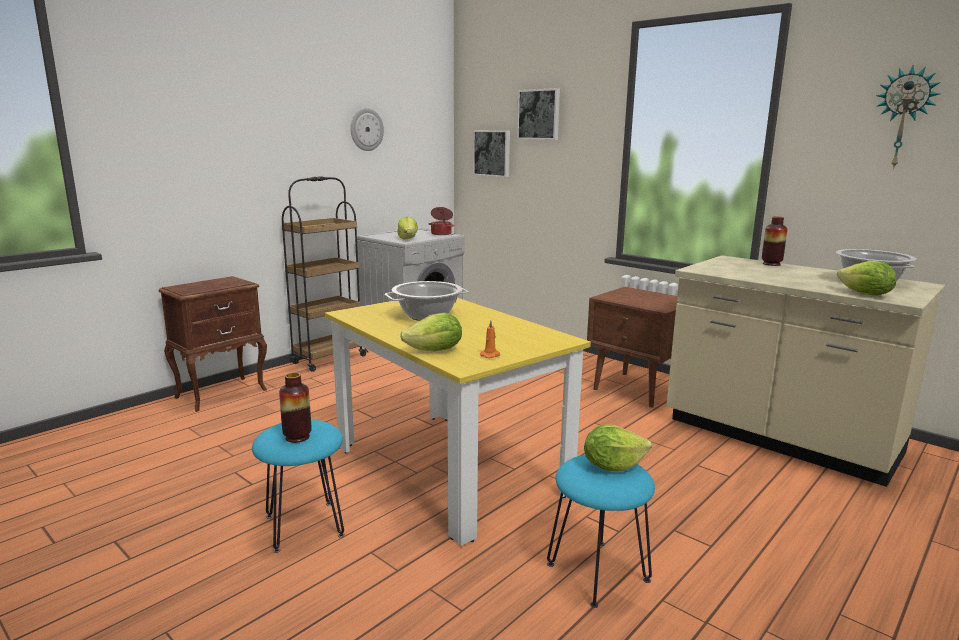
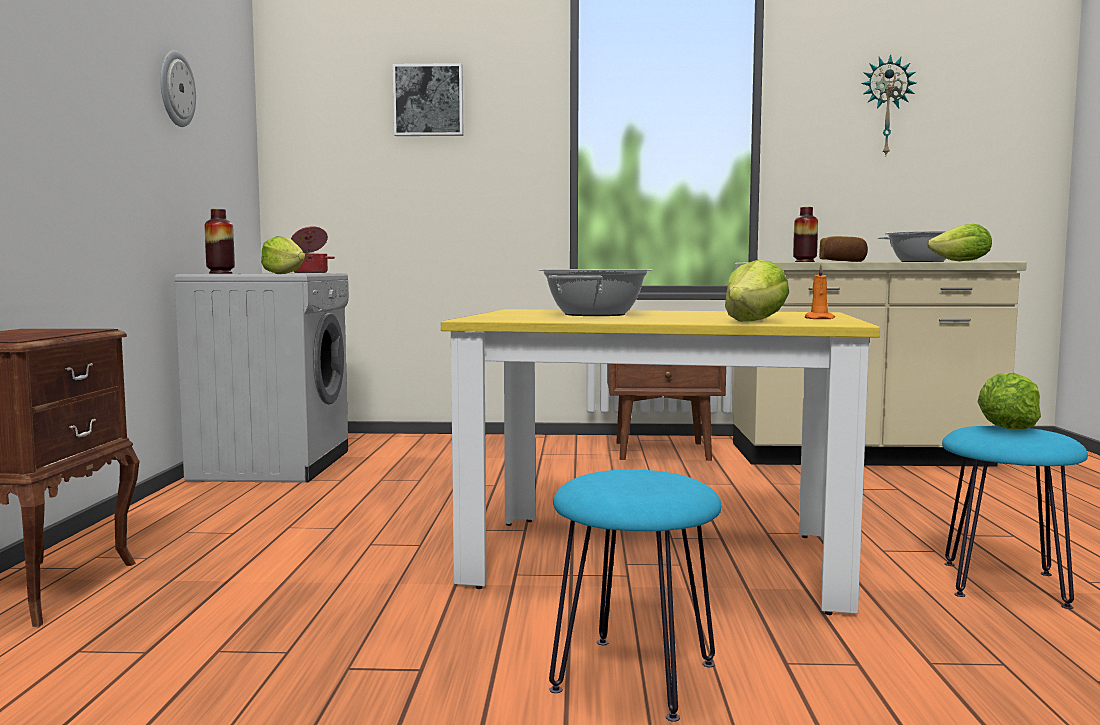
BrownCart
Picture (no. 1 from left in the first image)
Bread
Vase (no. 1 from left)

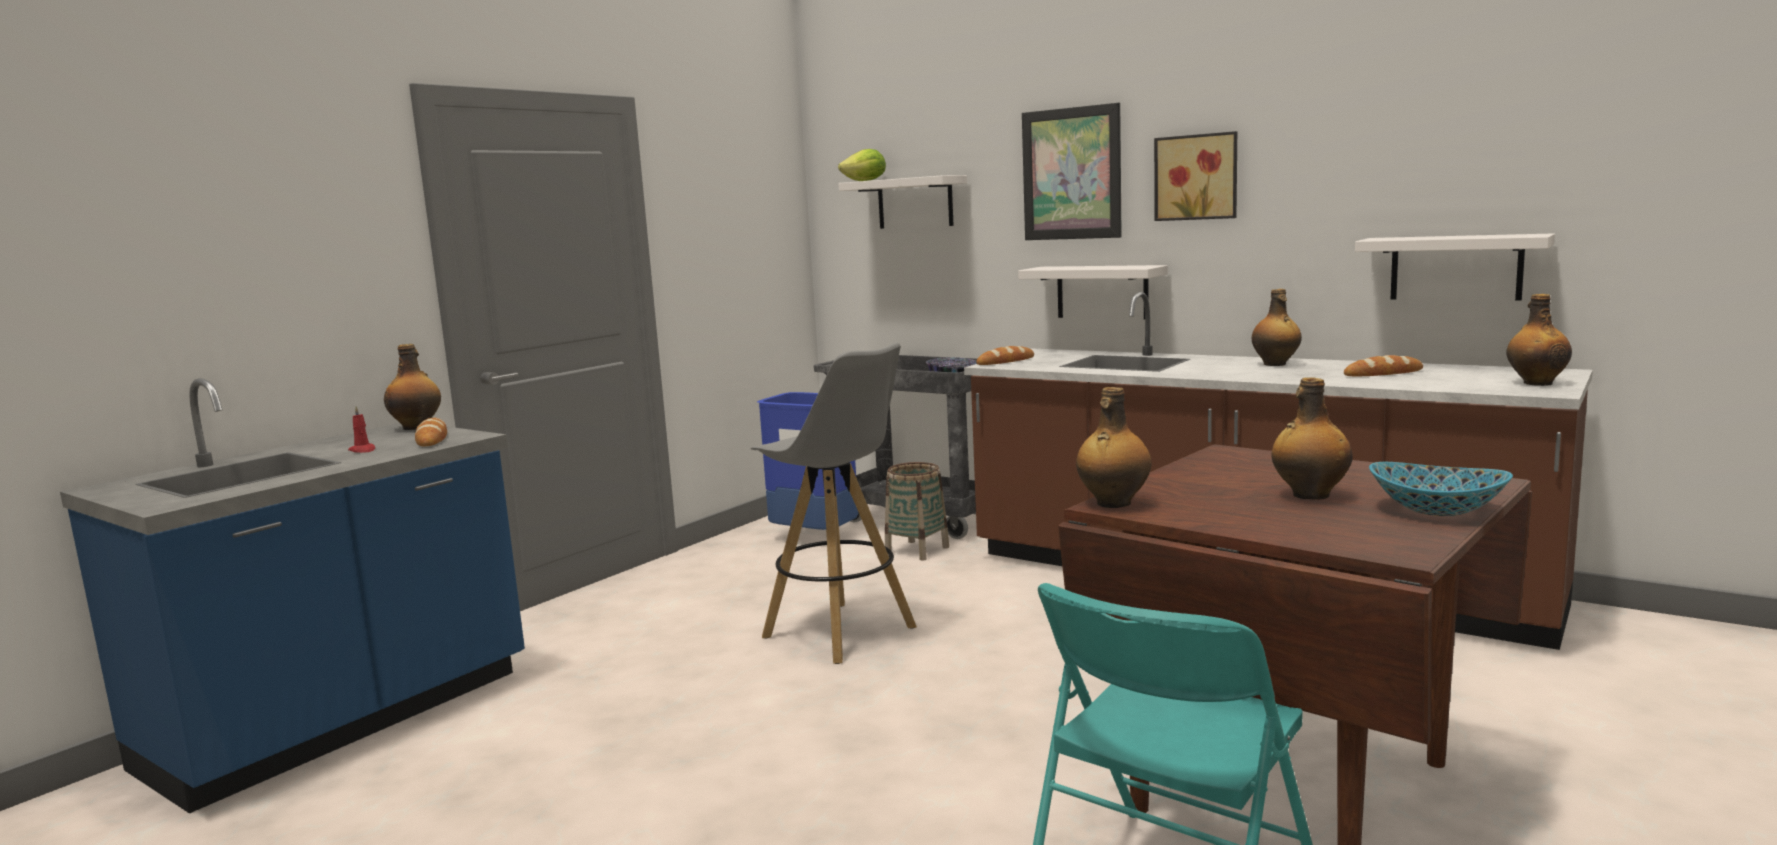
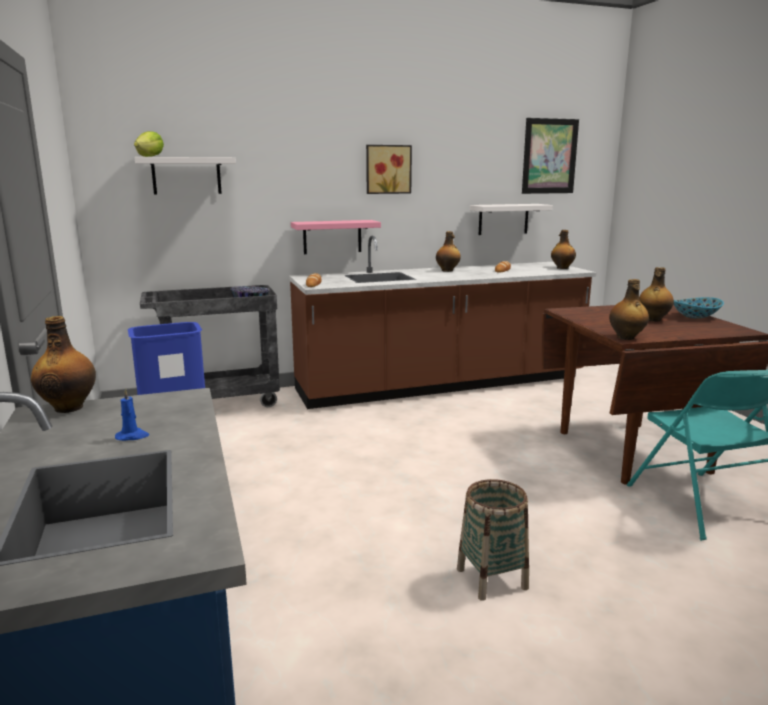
Bread (no. 1 from left in the first image)
GreyStool
Basket
Picture (no. 2 from left)
BlueCandle
PinkShelf

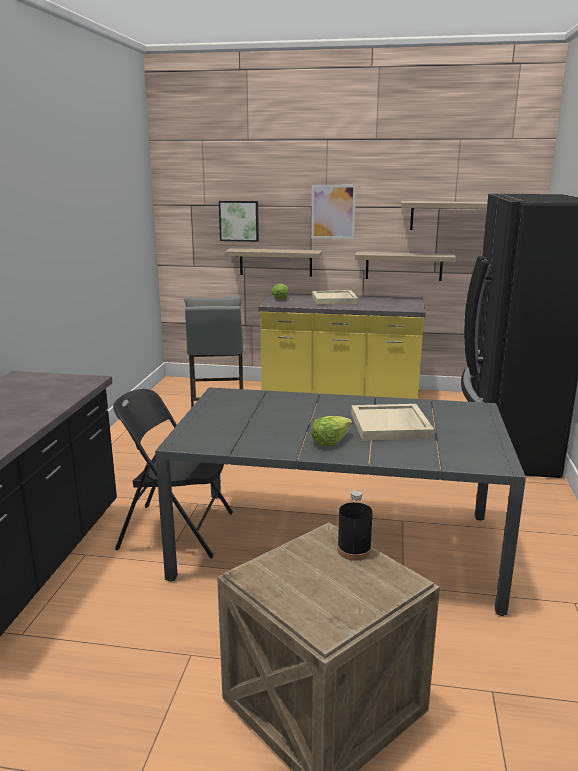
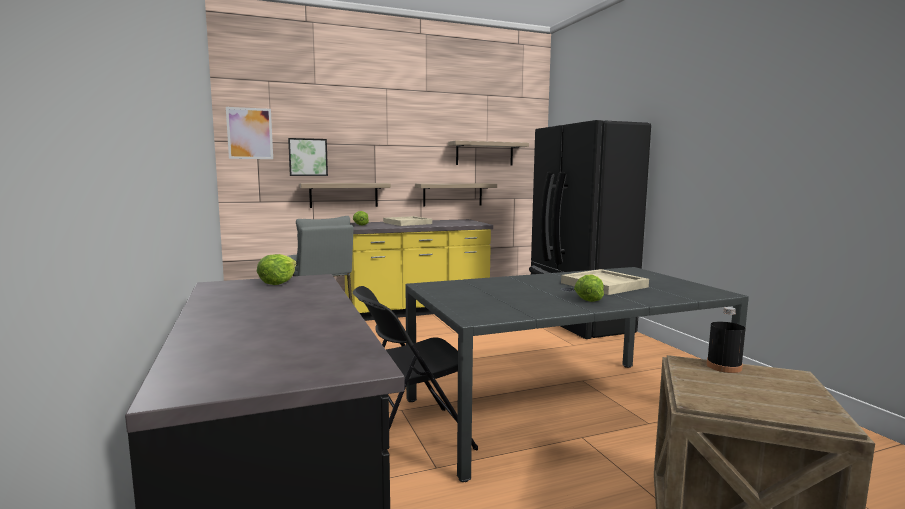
Lettuce (no. 1 from left)
Picture (no. 1 from left)

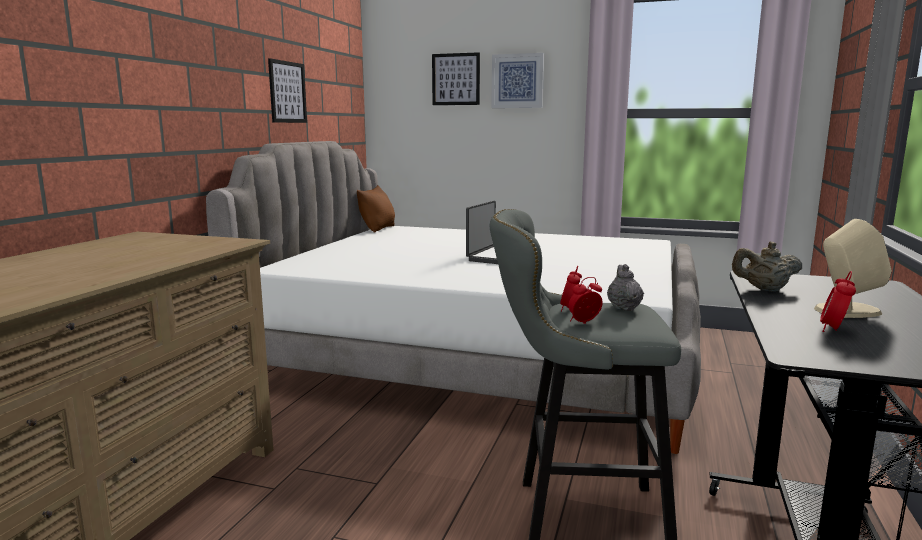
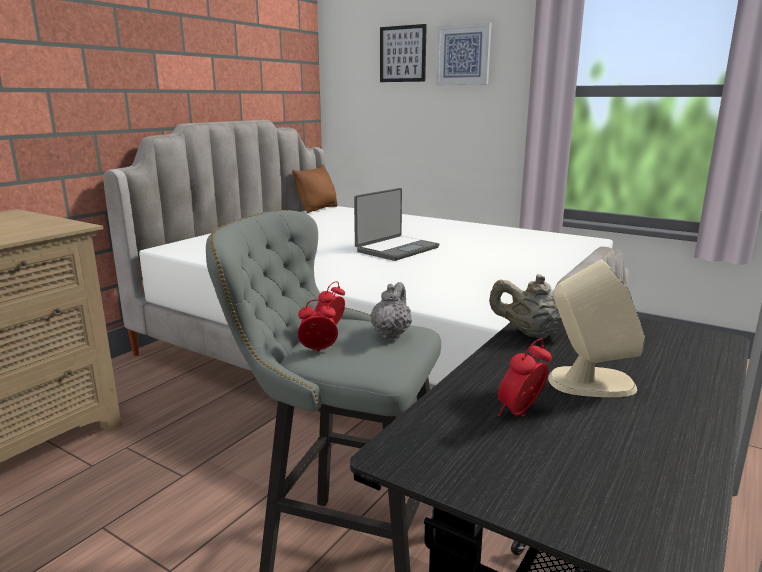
Picture (no. 1 from left in the first image)

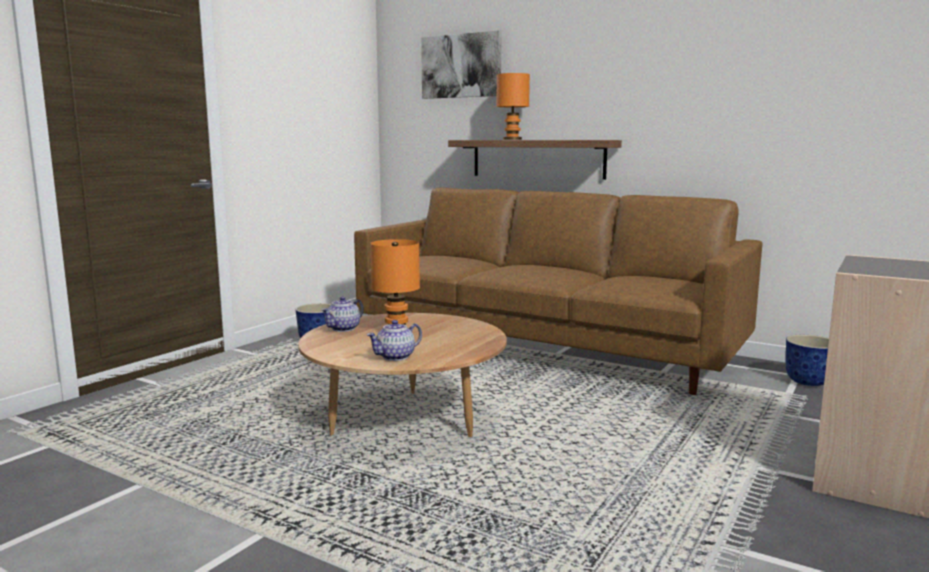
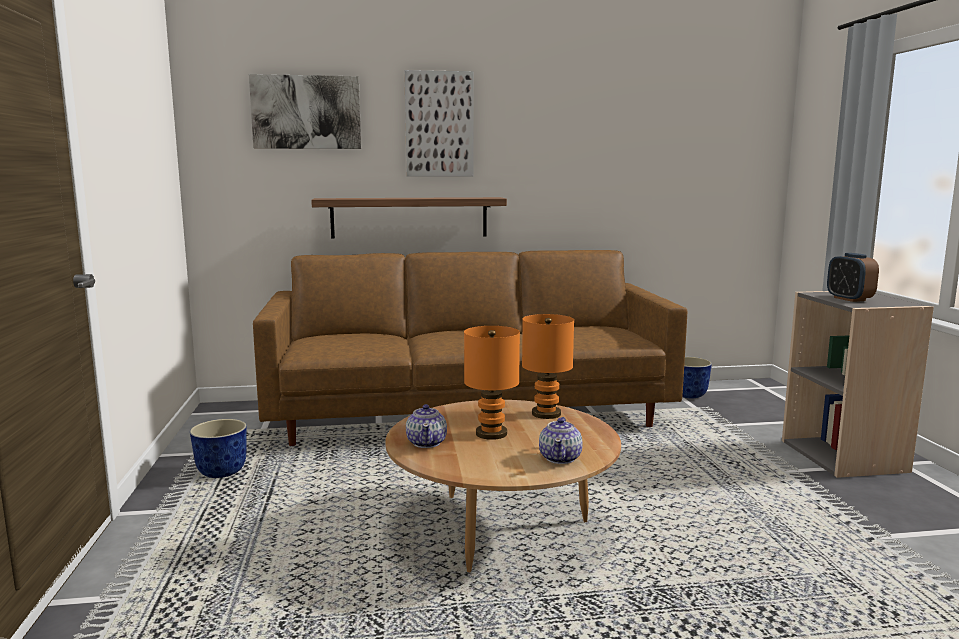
Picture (no. 2 from left)
AlarmClock
OrangeTableLamp (no. 2 from left)

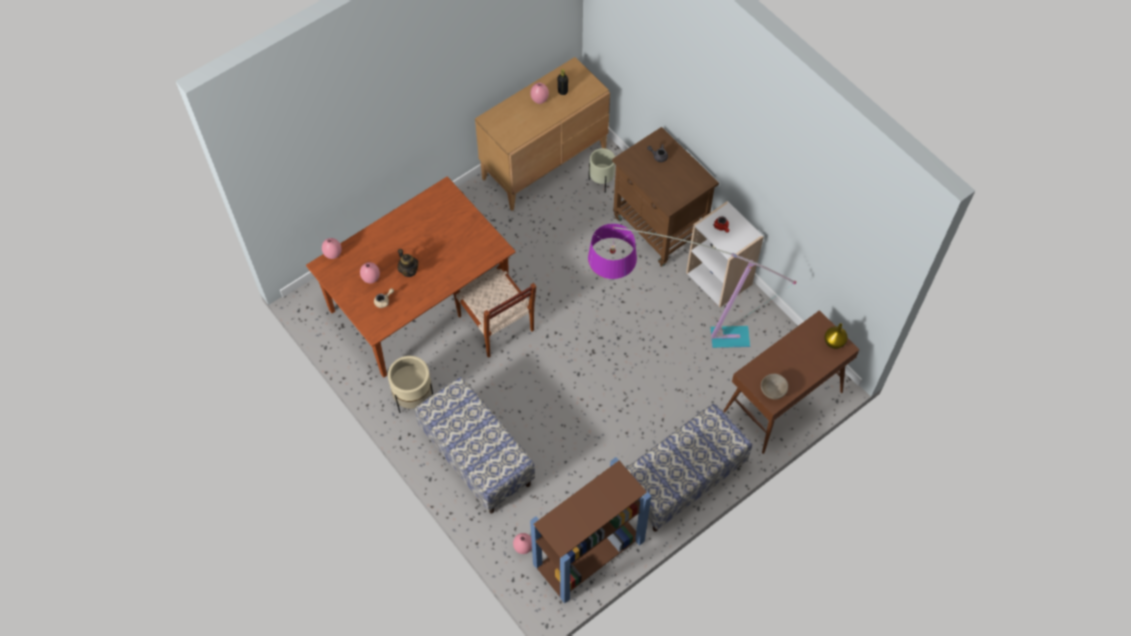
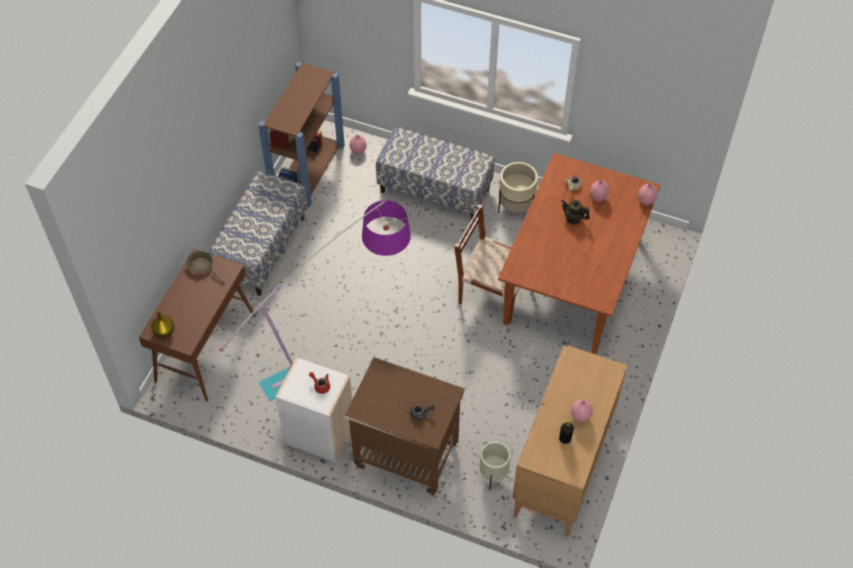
BrownFryingPan

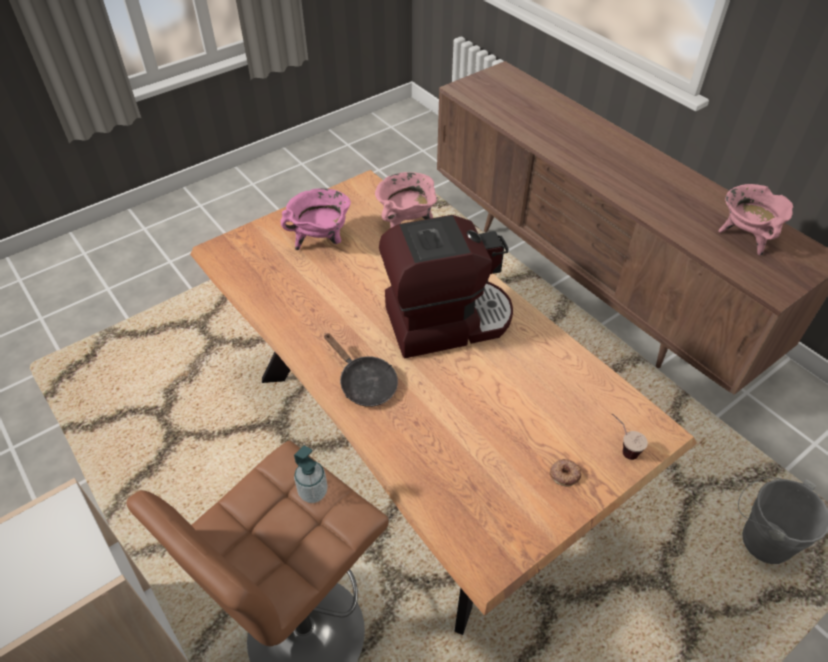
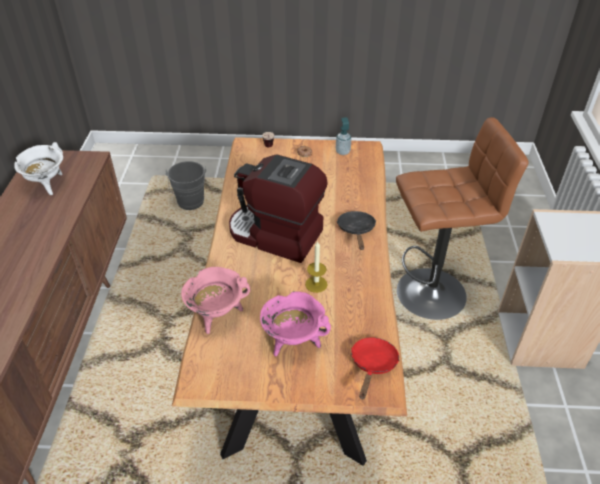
Candle
RedFryingPan
SoapDispenser
WhiteCookingPot

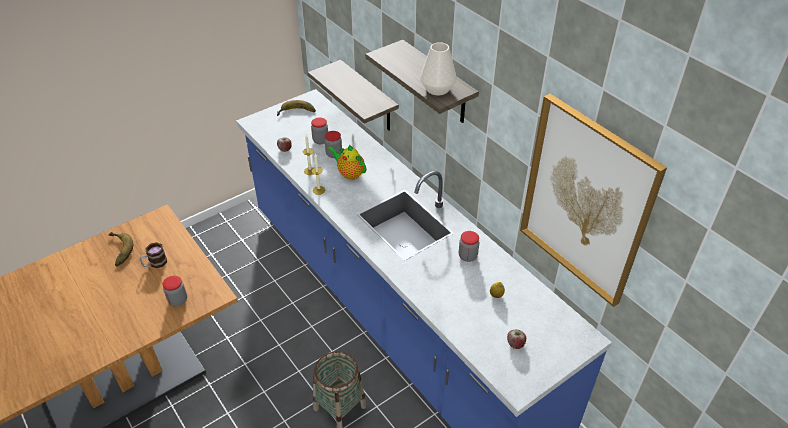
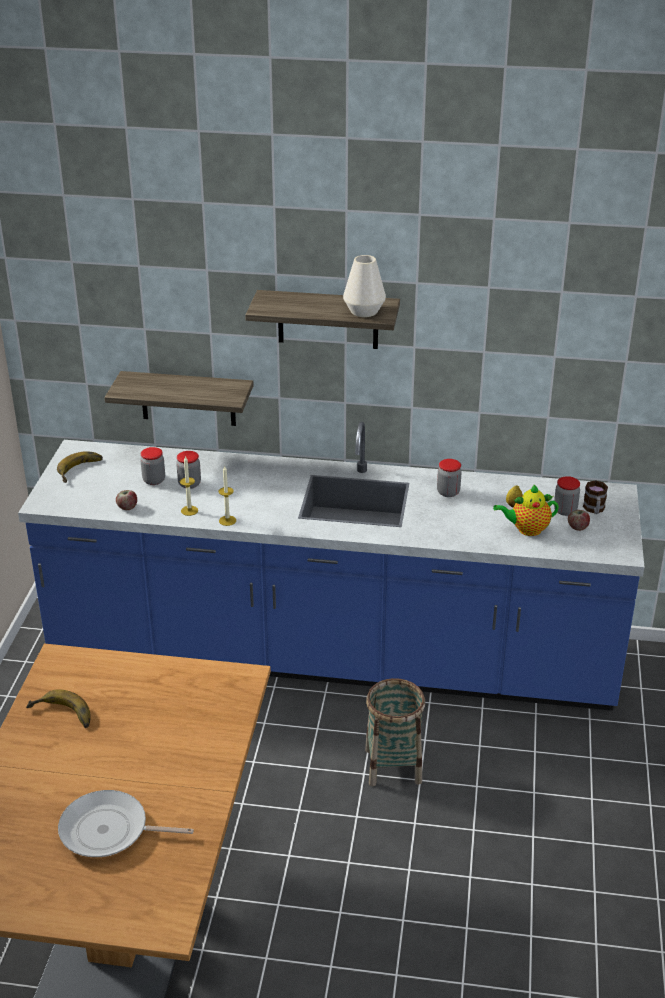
Picture
FryingPan
Mug
Jar (no. 4 from left)
Teapot

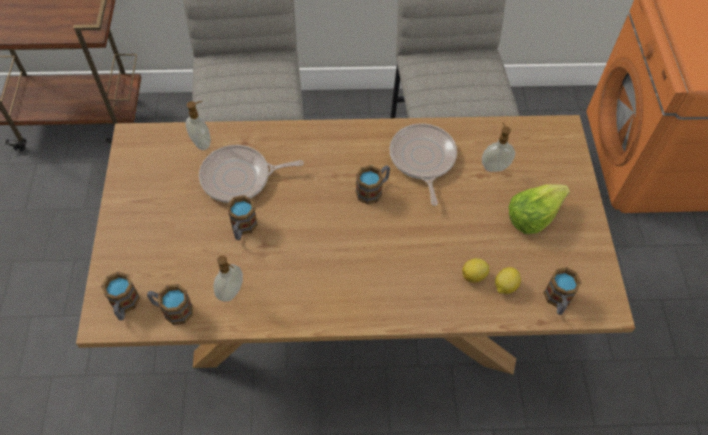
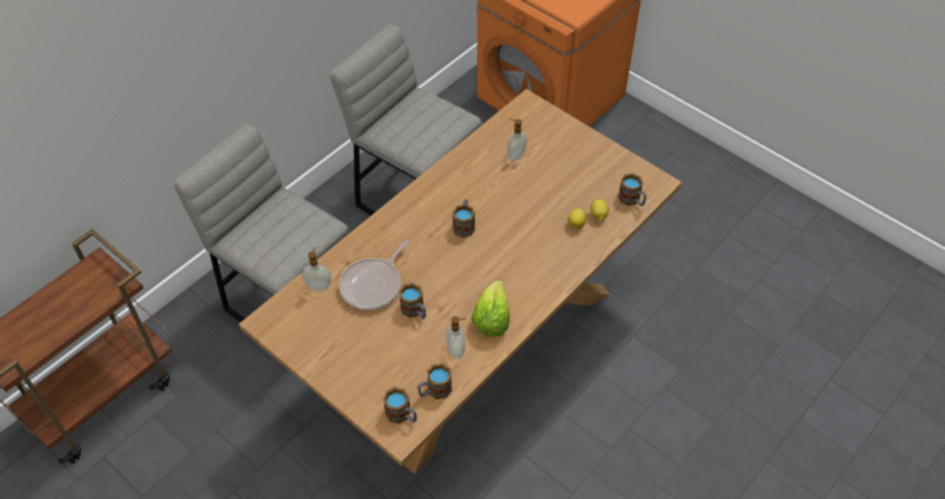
FryingPan (no. 2 from left in the first image)
Lettuce

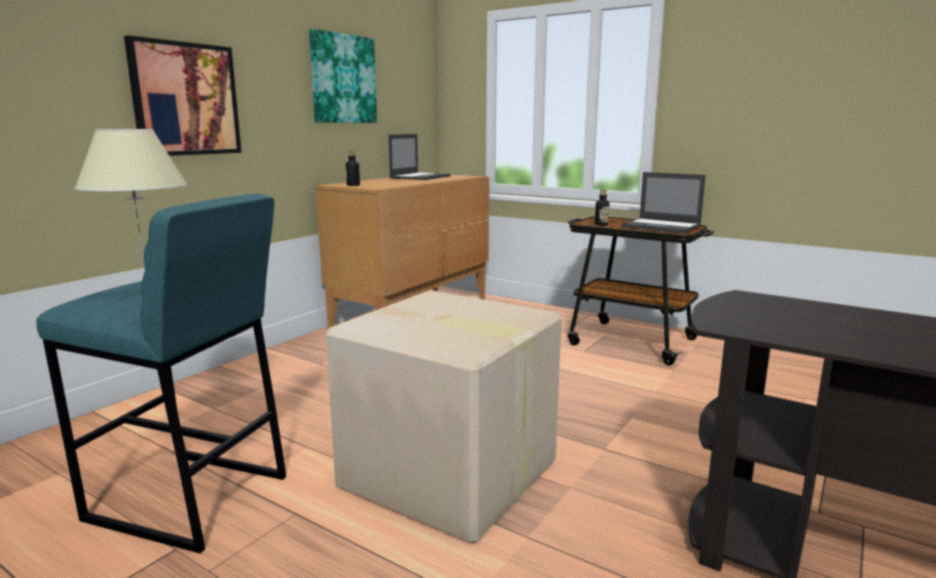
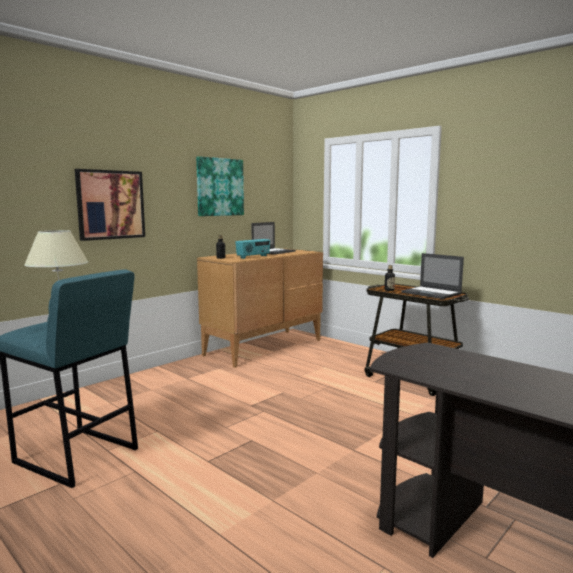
CardboardBox
Radio

